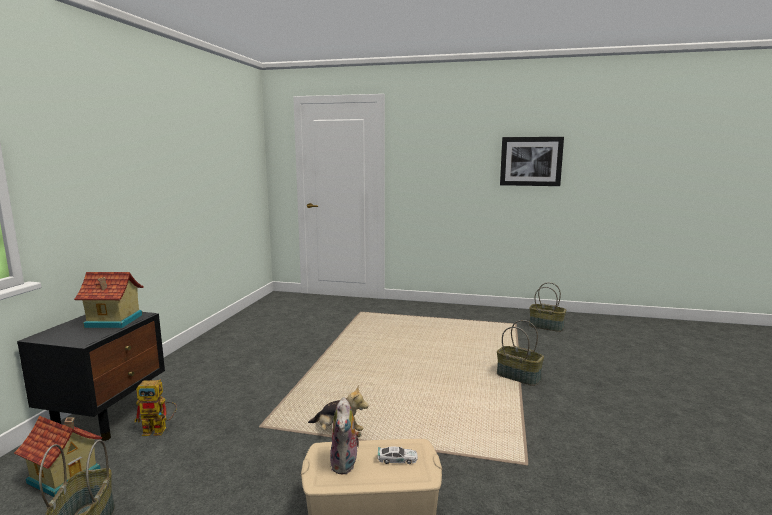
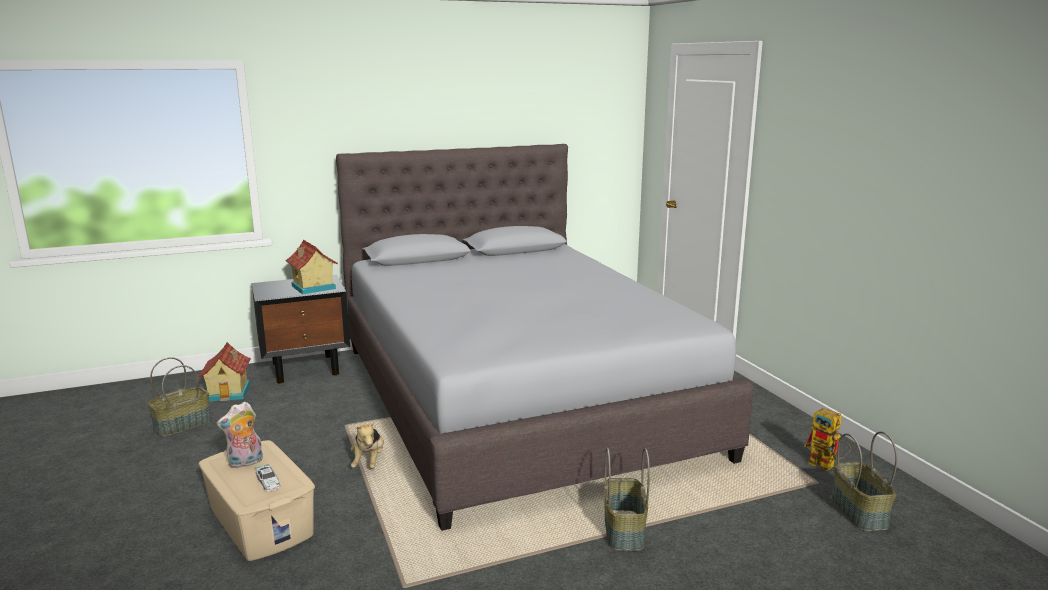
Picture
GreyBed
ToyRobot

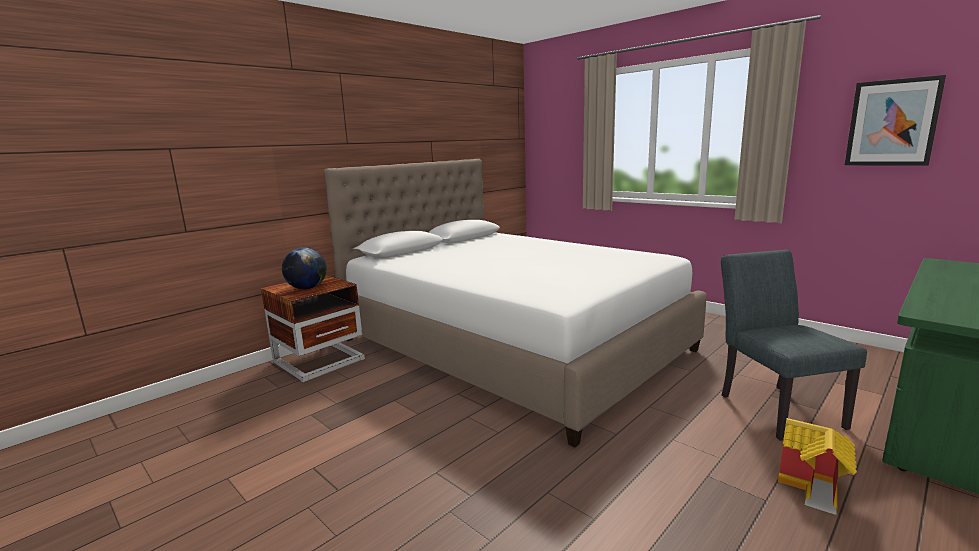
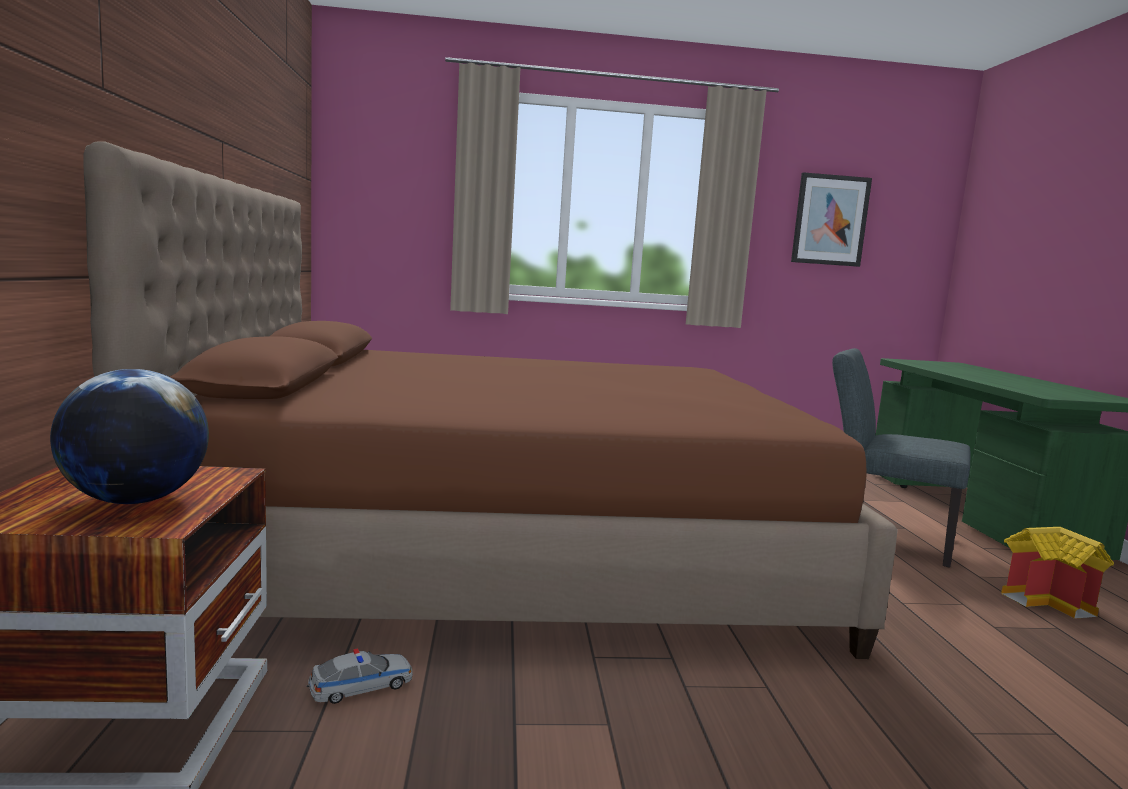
ToyCar
BrownBed

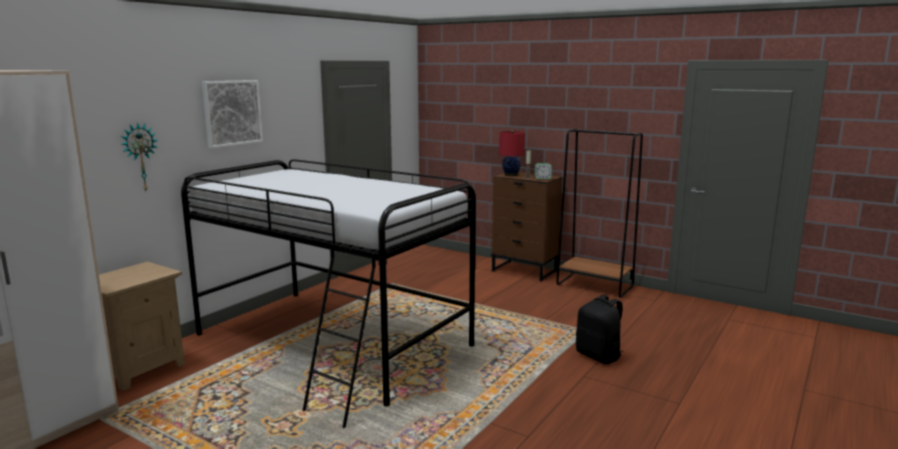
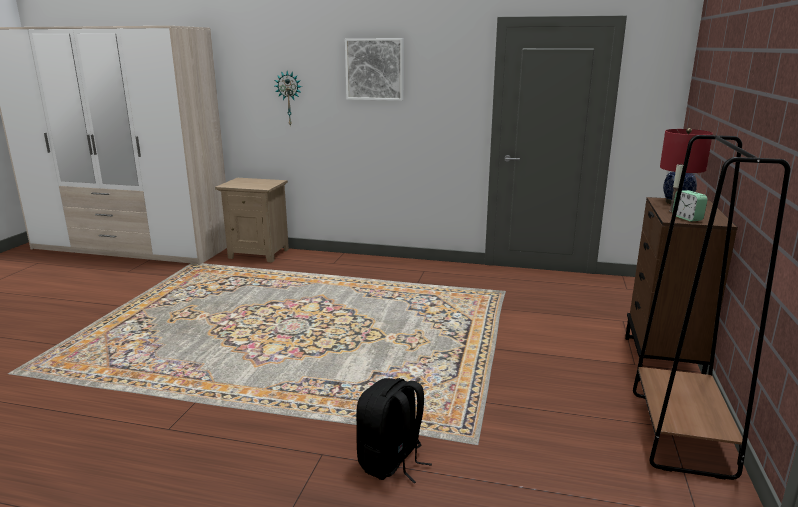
BlackBed

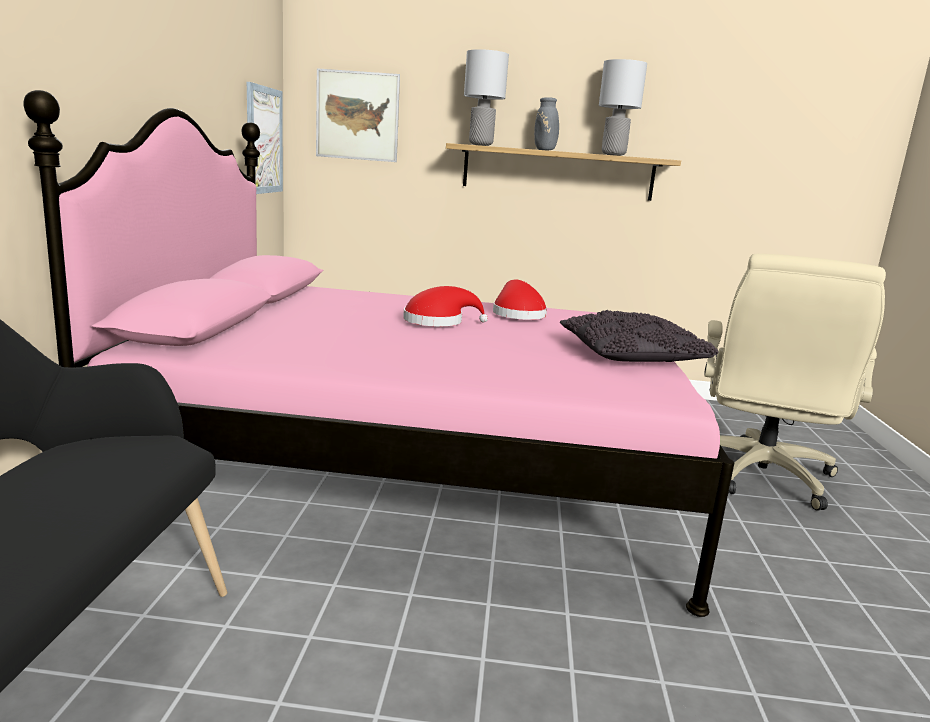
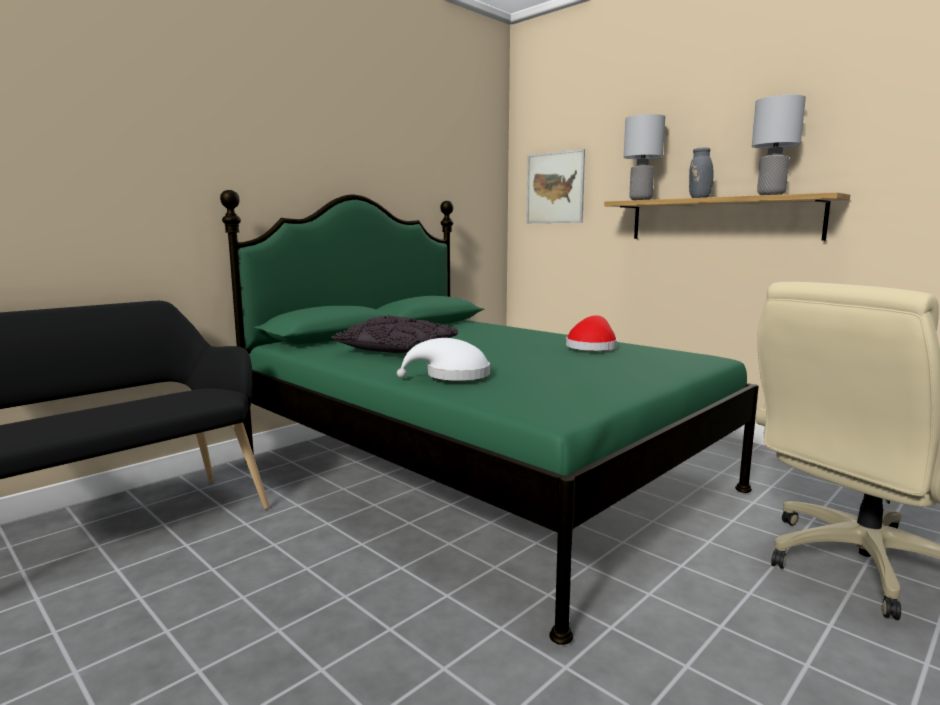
Picture (no. 1 from left in the first image)
RedHat (no. 1 from left in the first image)
WhiteHat
BlackPillow
GreenBed

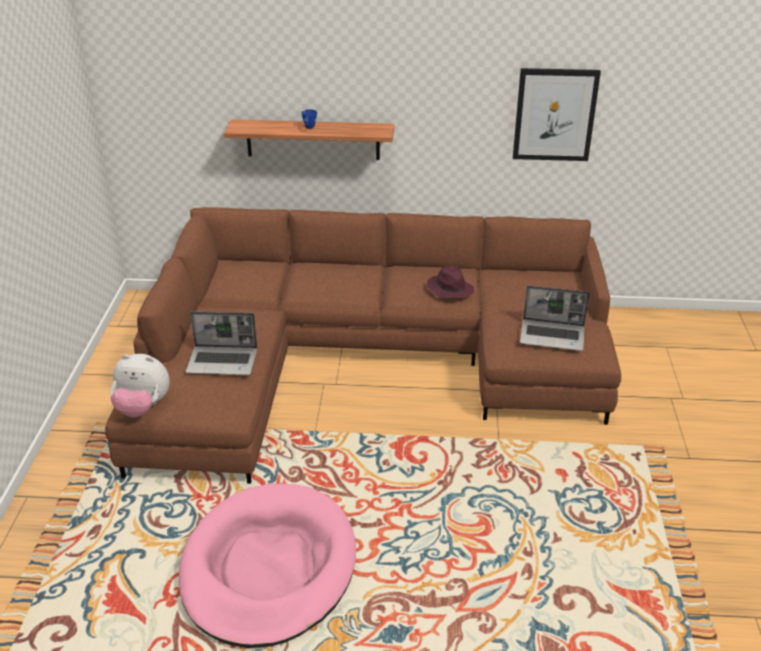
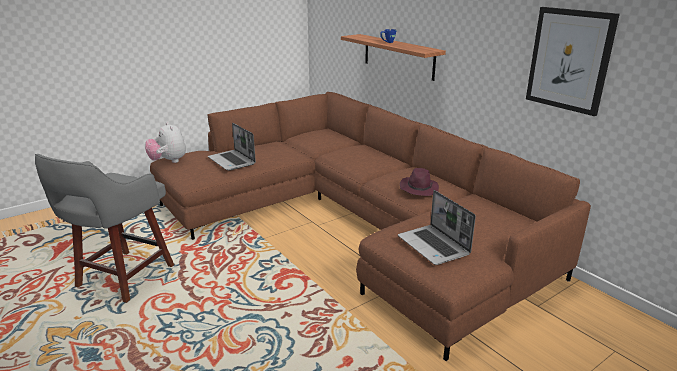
GreyStool

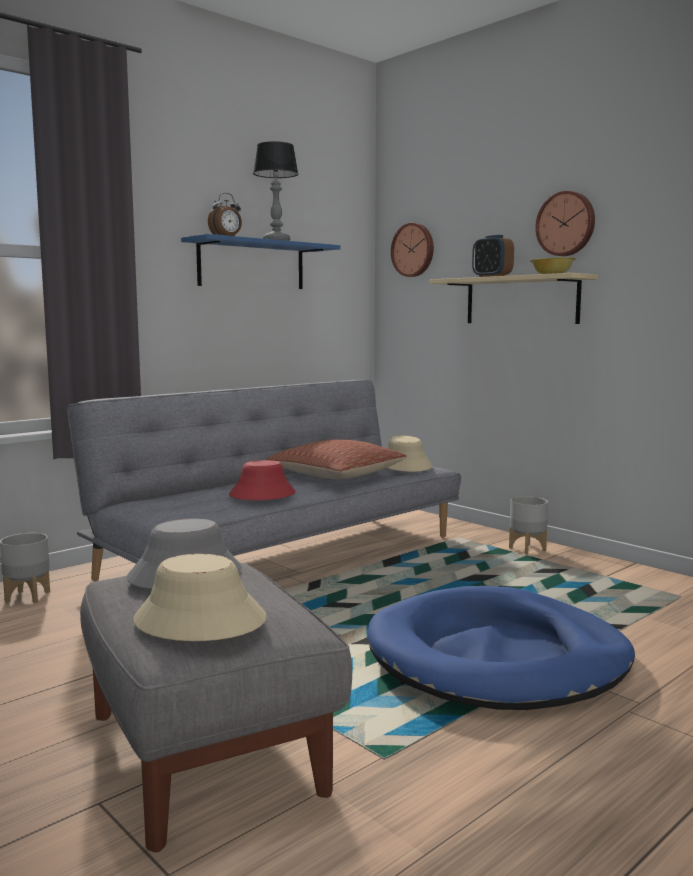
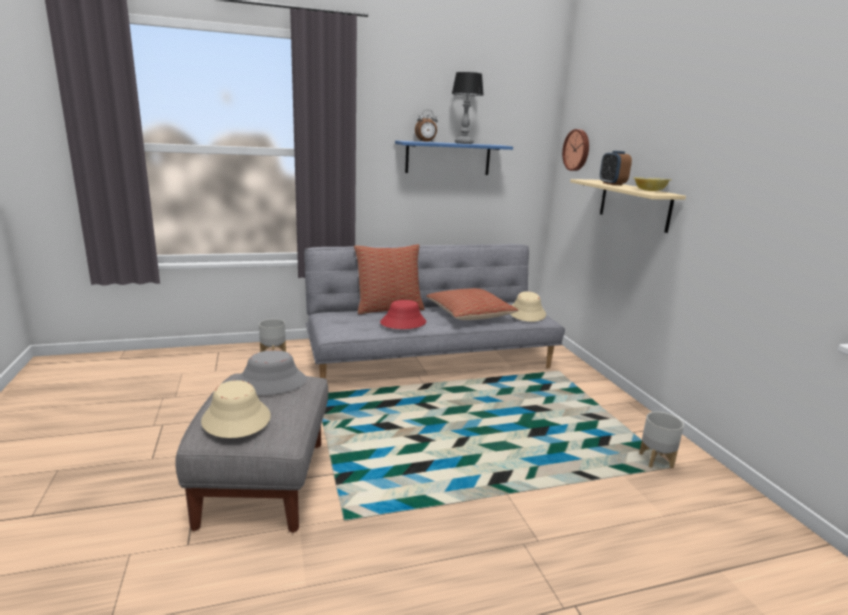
BlueDogBed
WallClock (no. 2 from left in the first image)
Pillow (no. 1 from left)
GreyPlanter (no. 2 from left)

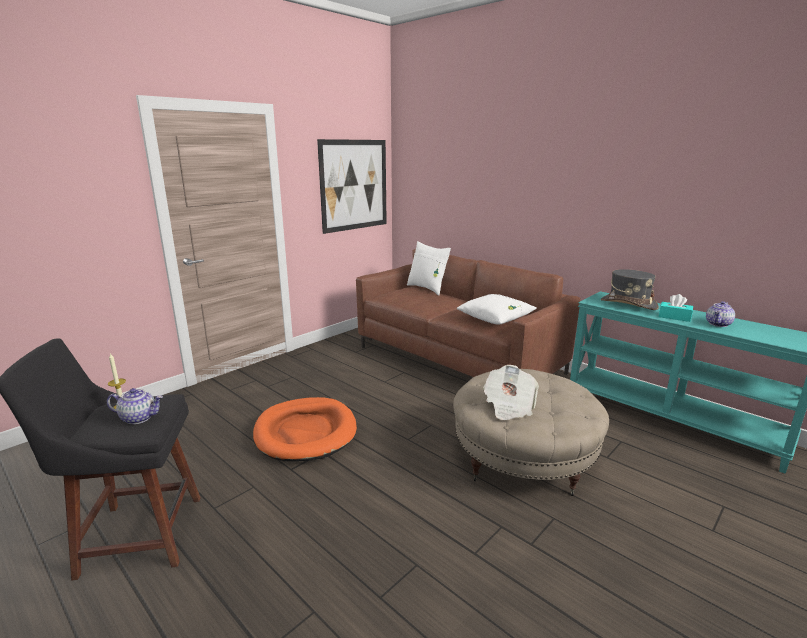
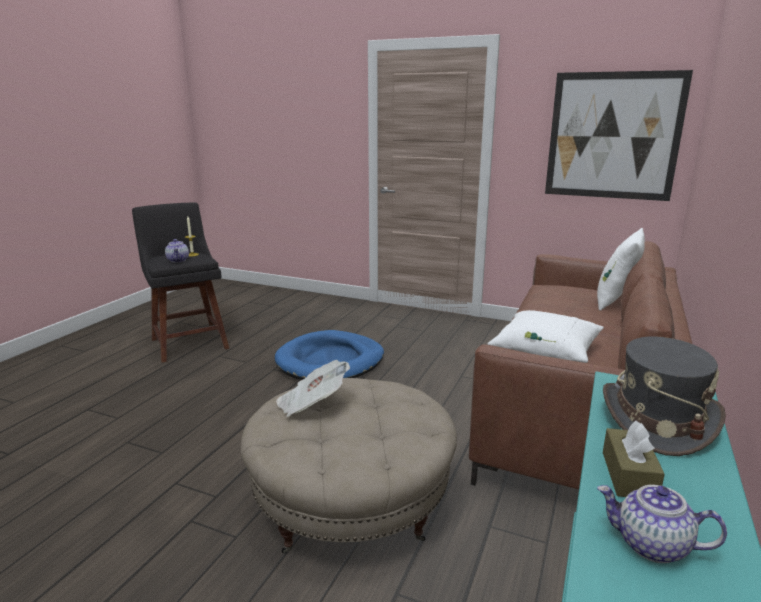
BlueDogBed
BrownTissueBox

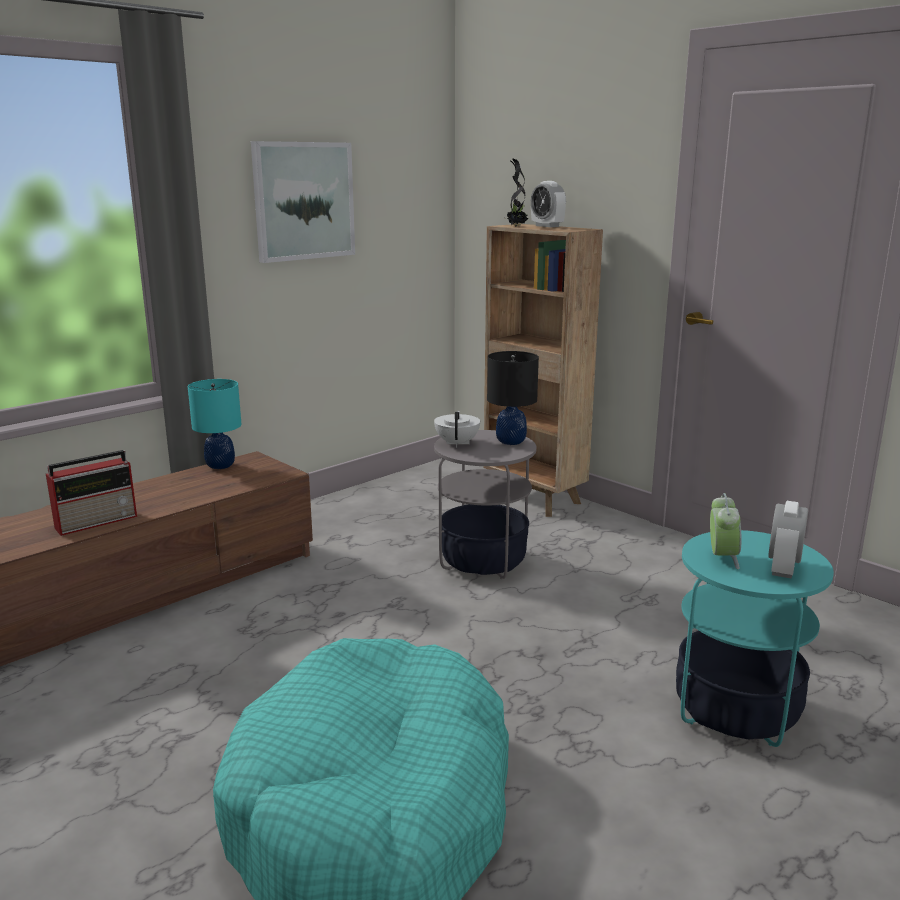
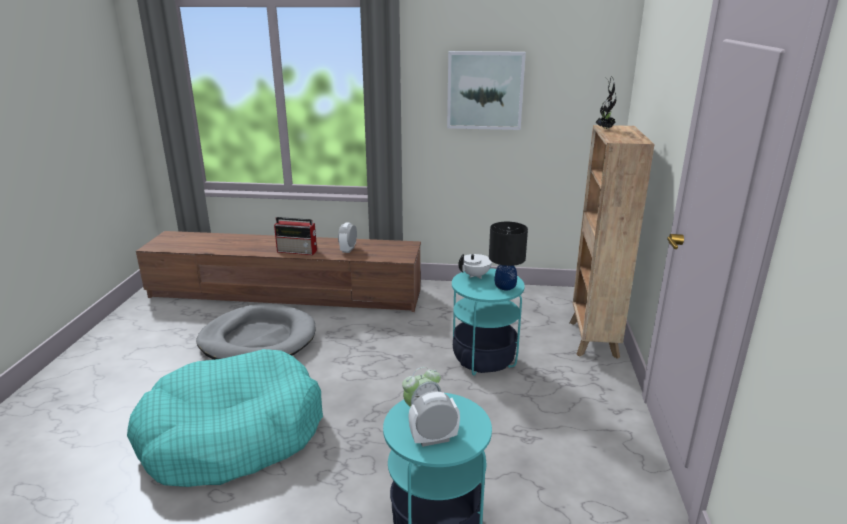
TurquoiseTableLamp
GreyDogBed
AlarmClock (no. 1 from left)
TurquoiseSideTable (no. 2 from left)

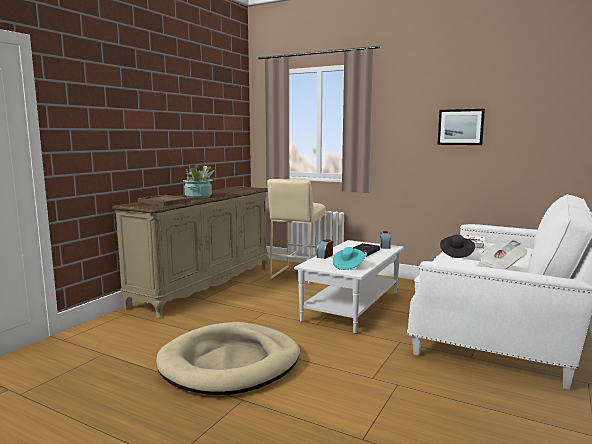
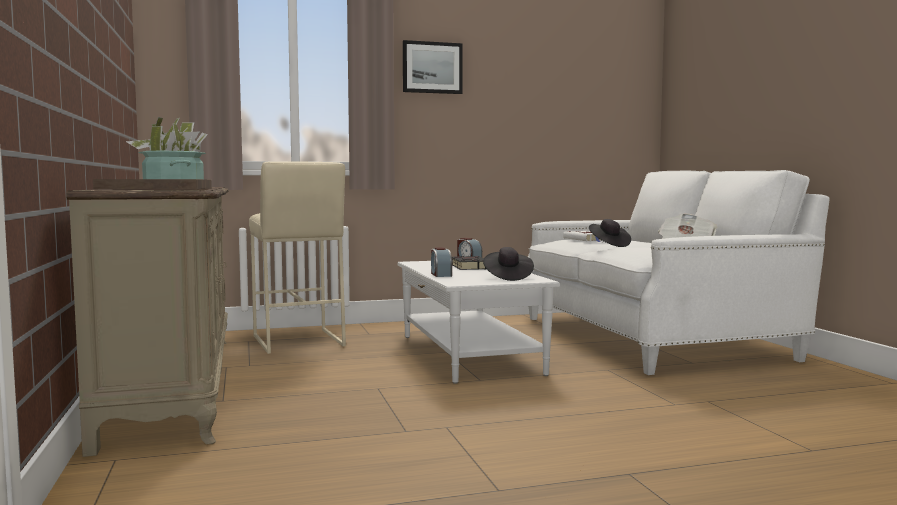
BeigeDogBed
Picture
BlackHat (no. 1 from left)

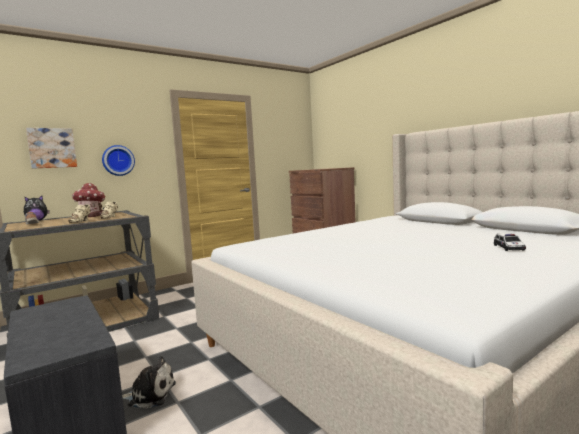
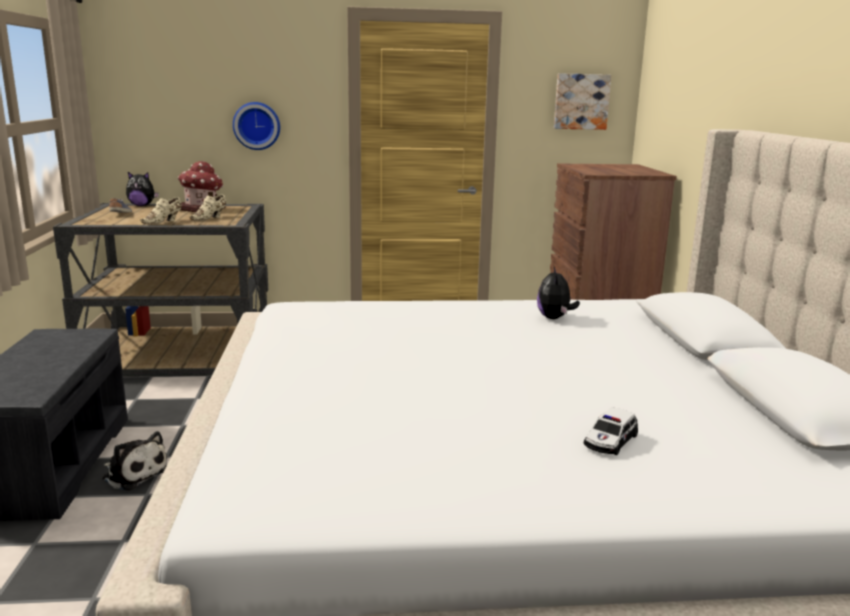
PlushToy (no. 3 from left)
Picture

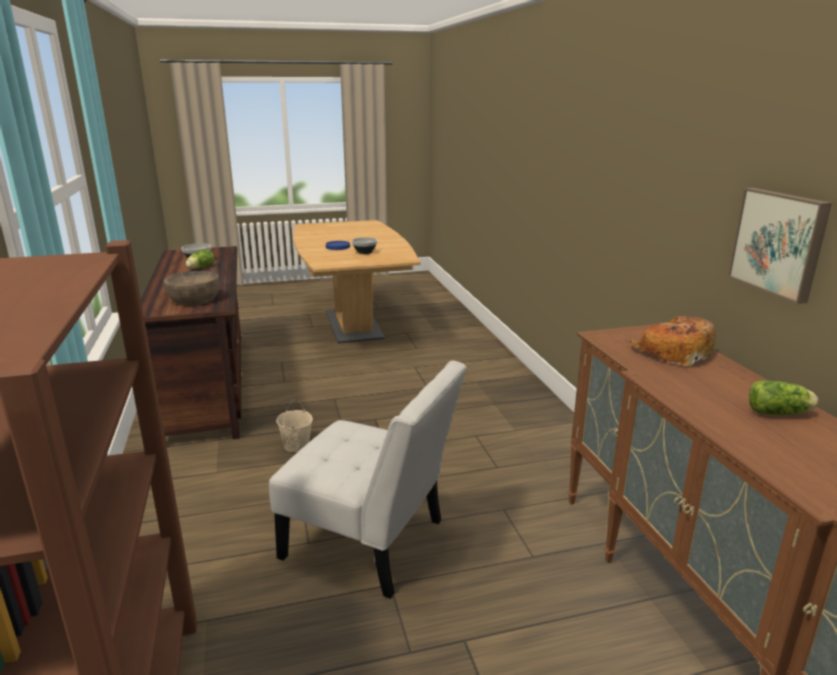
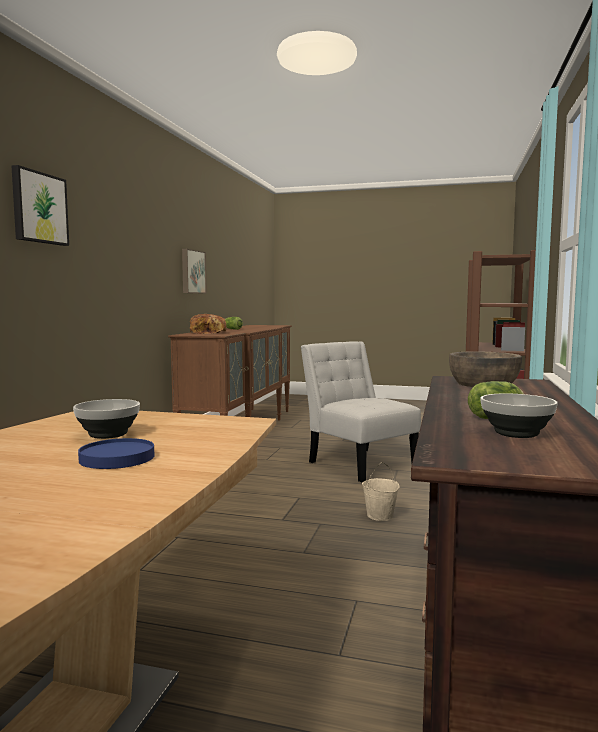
Picture (no. 1 from left)

